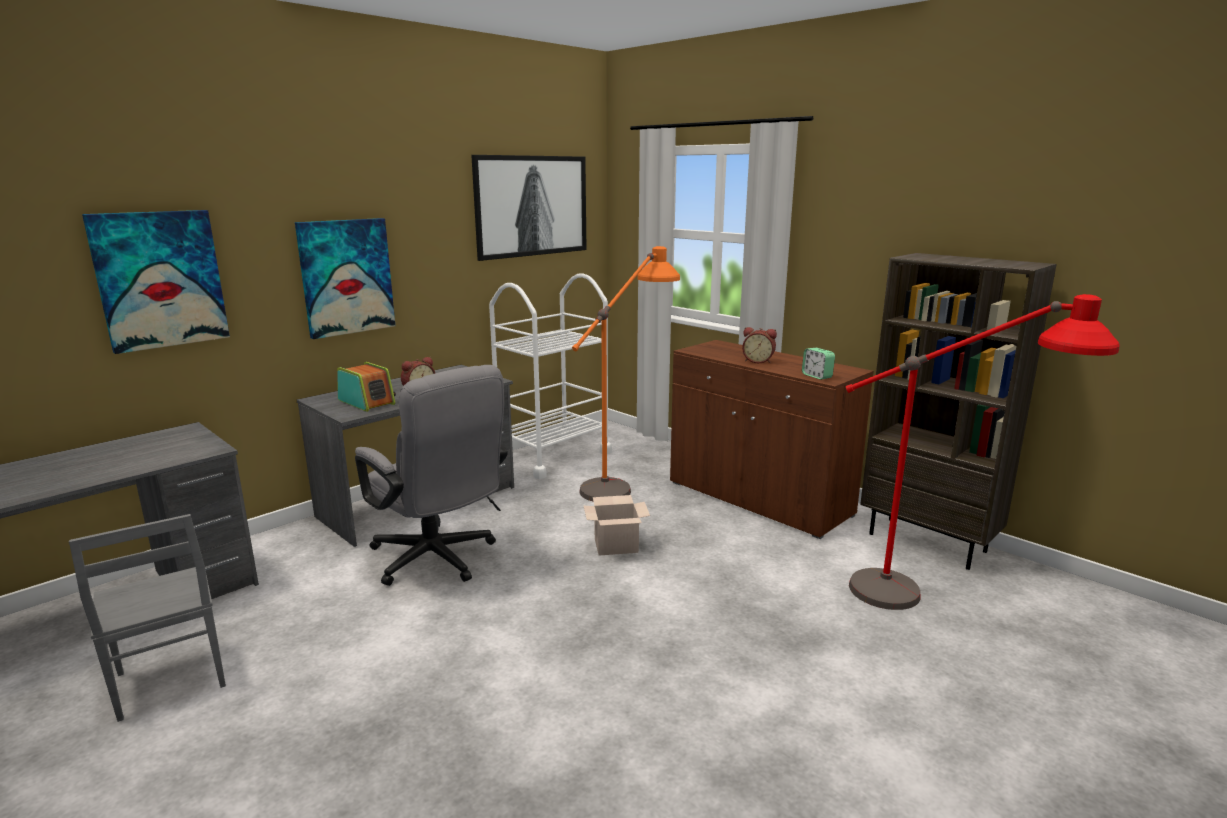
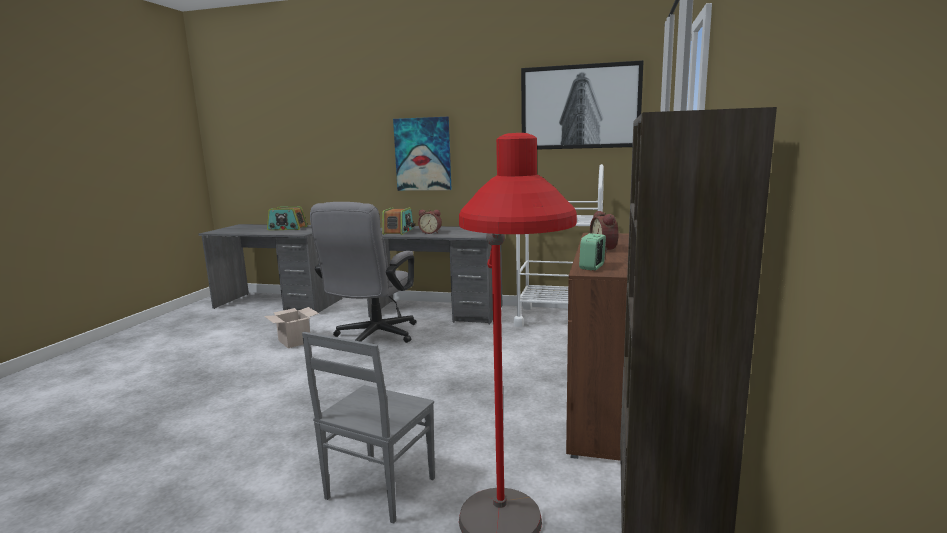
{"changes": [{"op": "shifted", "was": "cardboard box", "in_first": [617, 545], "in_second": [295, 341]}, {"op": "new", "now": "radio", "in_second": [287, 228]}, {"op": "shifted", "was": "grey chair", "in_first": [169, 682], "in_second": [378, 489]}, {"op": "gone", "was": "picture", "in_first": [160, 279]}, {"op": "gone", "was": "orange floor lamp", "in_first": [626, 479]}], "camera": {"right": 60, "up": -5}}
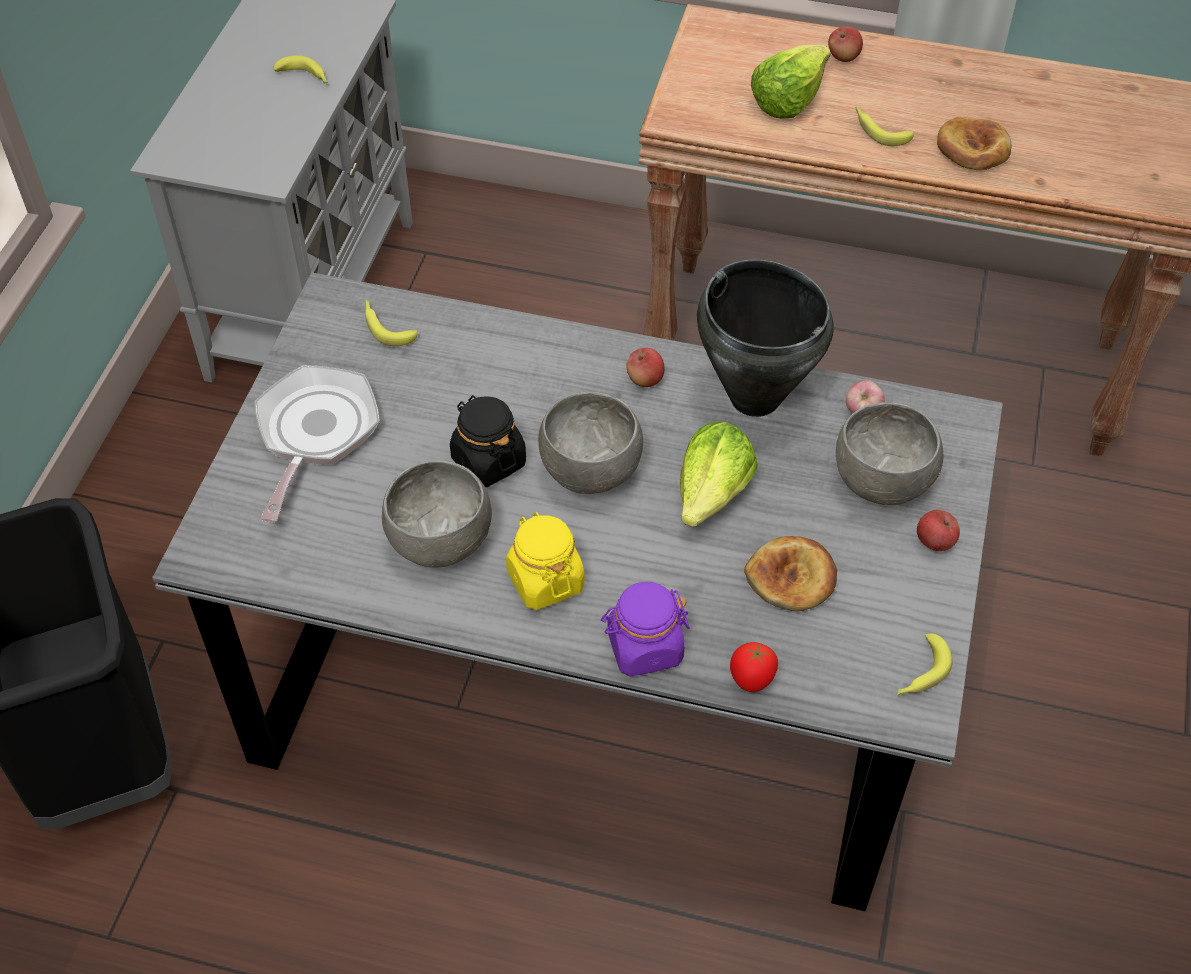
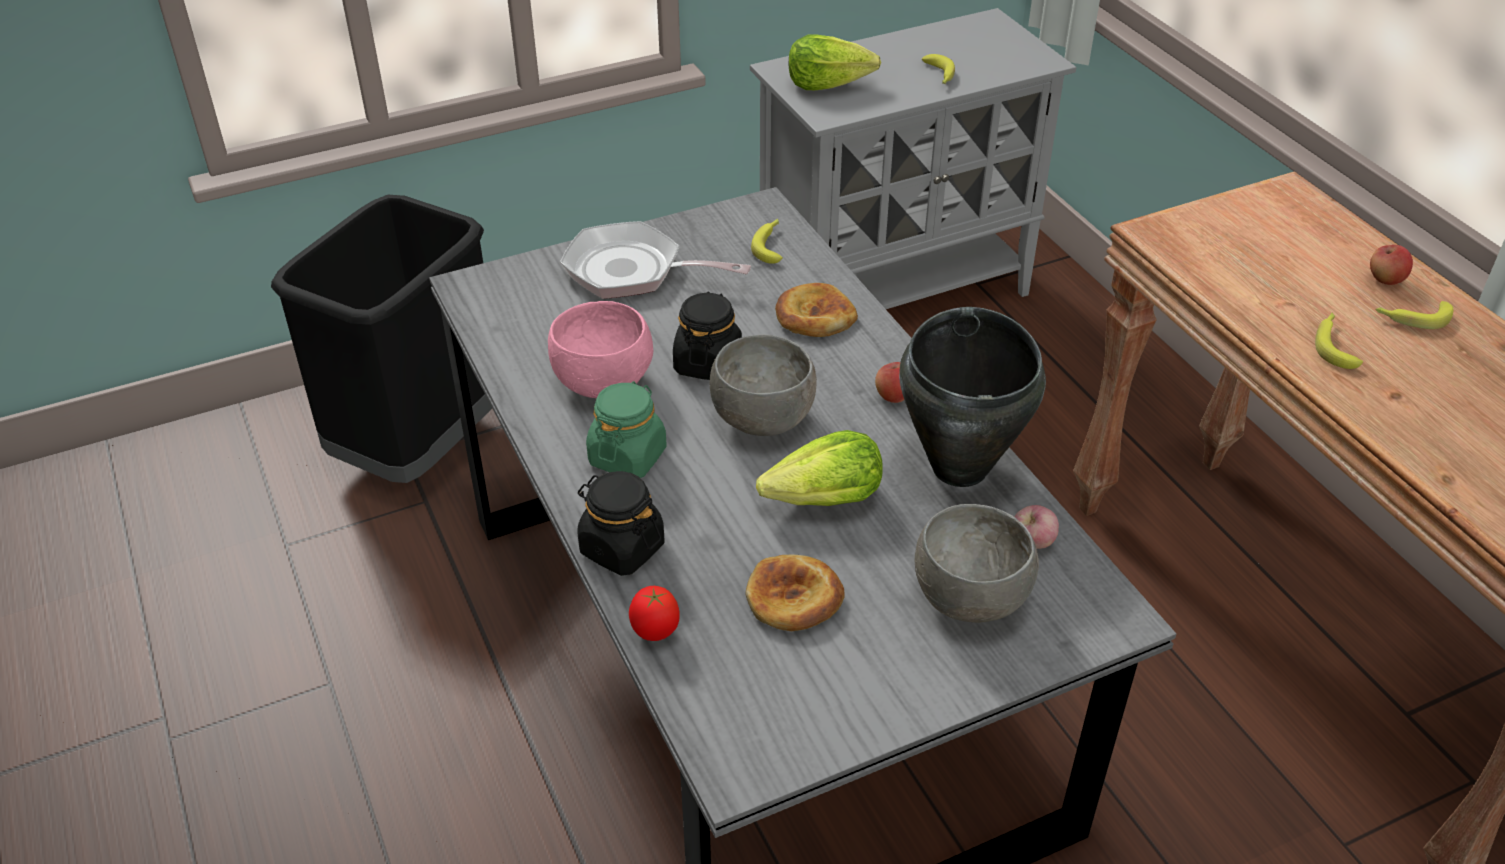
{"changes": [{"op": "repainted", "was": "grey bowl", "now": "pink bowl", "in_first": [440, 541], "in_second": [605, 382]}, {"op": "rotated", "was": "frying pan", "in_first": [315, 434], "in_second": [632, 271], "clockwise": -135}, {"op": "repainted", "was": "purple jar", "now": "black jar", "in_first": [644, 648], "in_second": [621, 548]}, {"op": "repainted", "was": "yellow jar", "now": "green jar", "in_first": [545, 580], "in_second": [627, 456]}, {"op": "shifted", "was": "bread", "in_first": [973, 148], "in_second": [814, 316]}, {"op": "shifted", "was": "lettuce", "in_first": [787, 99], "in_second": [828, 84]}, {"op": "shifted", "was": "banana", "in_first": [920, 673], "in_second": [1412, 318]}, {"op": "gone", "was": "apple", "in_first": [934, 542]}], "camera": {"right": 50, "up": -10}}
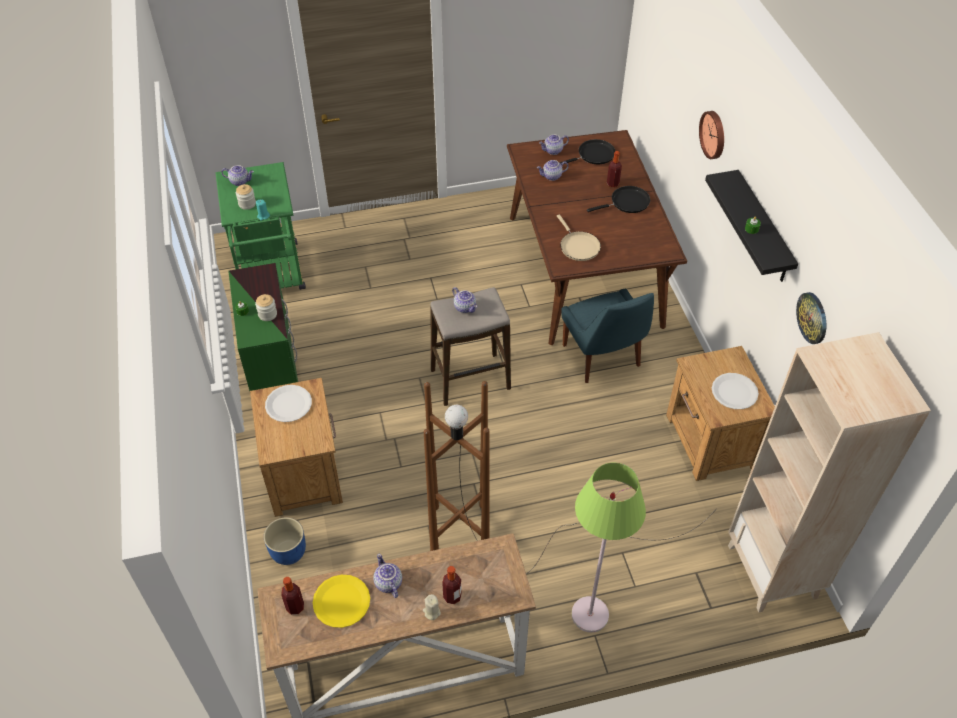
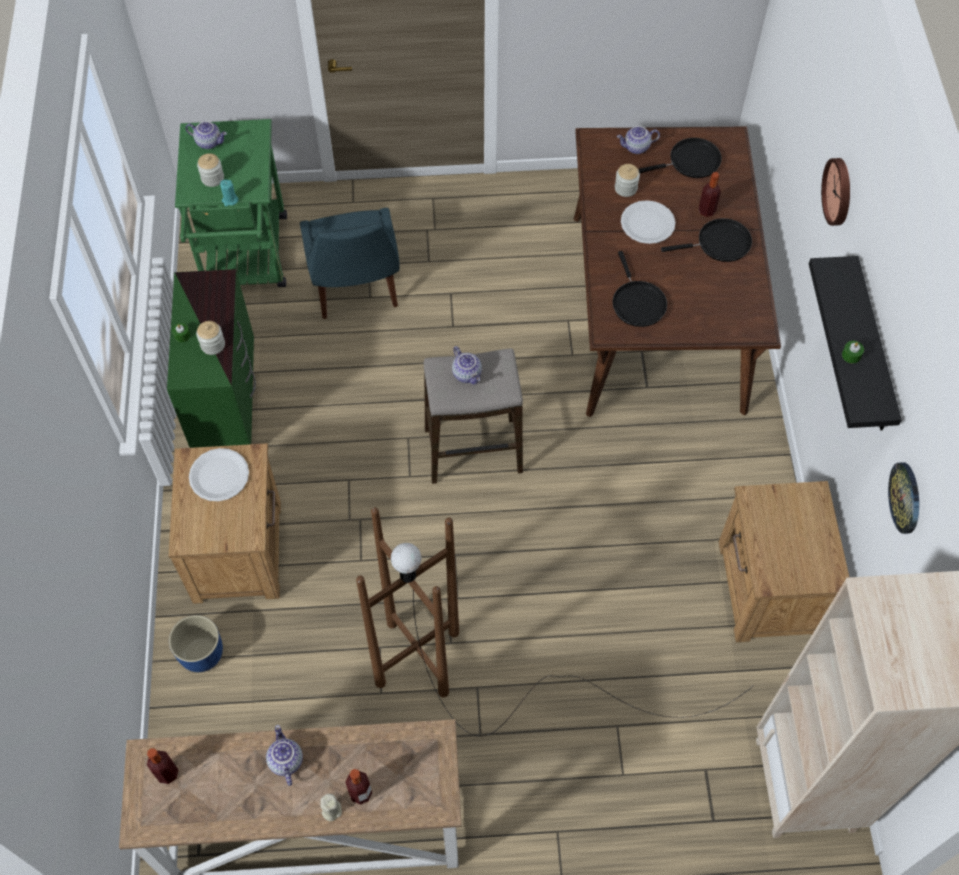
{"changes": [{"op": "shifted", "was": "blue chair", "in_first": [602, 357], "in_second": [355, 289]}, {"op": "repainted", "was": "beige frying pan", "now": "black frying pan", "in_first": [578, 246], "in_second": [637, 302]}, {"op": "swapped", "was": "teapot", "now": "jar", "in_first": [552, 176], "in_second": [625, 188]}, {"op": "shifted", "was": "white plate", "in_first": [734, 392], "in_second": [647, 223]}, {"op": "gone", "was": "yellow plate", "in_first": [341, 602]}, {"op": "gone", "was": "green floor lamp", "in_first": [589, 615]}], "camera": {"right": 10, "up": 10}}
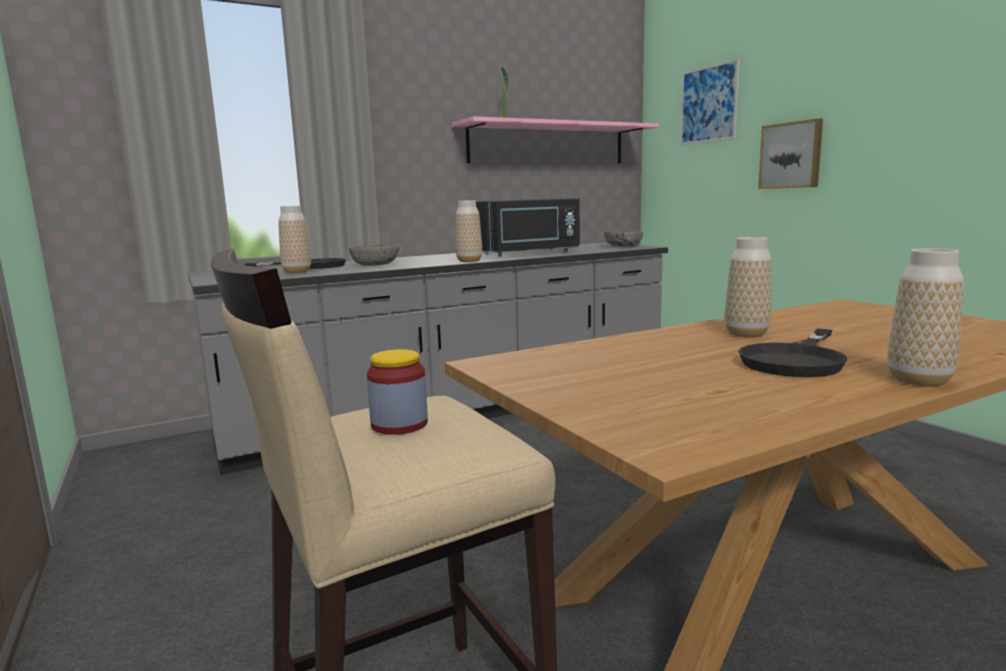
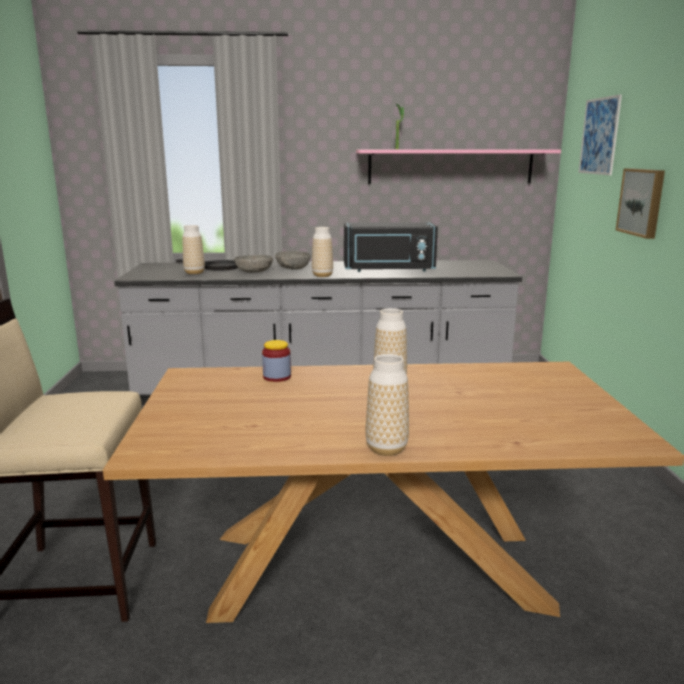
{"changes": [{"op": "shifted", "was": "jar", "in_first": [399, 424], "in_second": [277, 377]}, {"op": "shifted", "was": "grey bowl", "in_first": [623, 246], "in_second": [293, 268]}, {"op": "gone", "was": "black frying pan", "in_first": [796, 360]}], "camera": {"right": 25, "up": 5}}
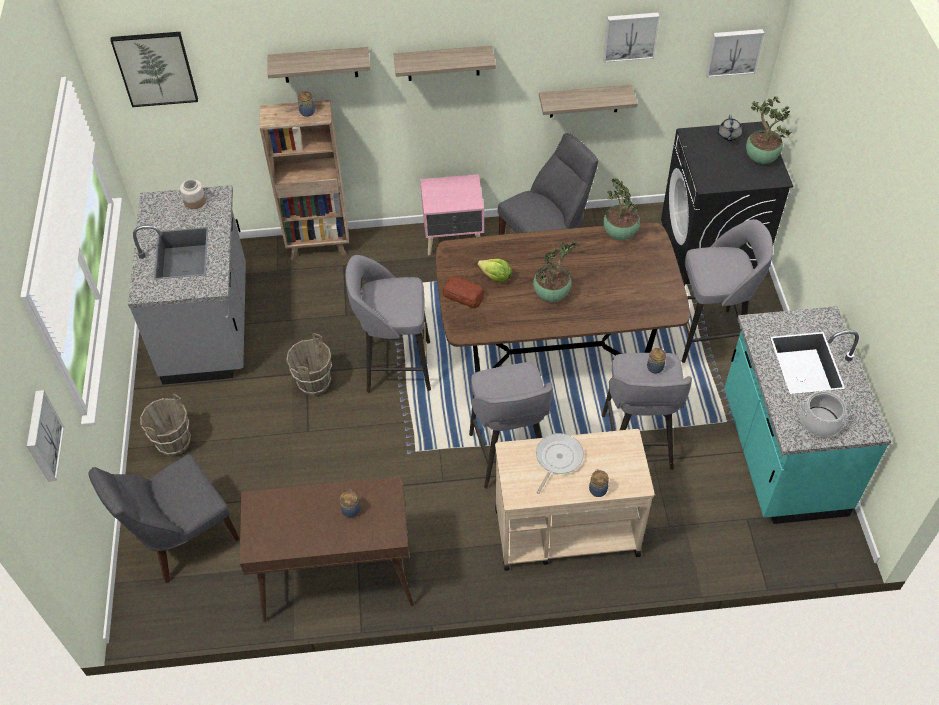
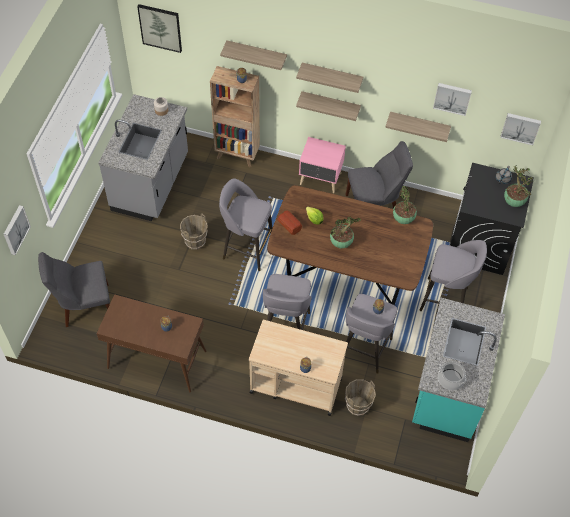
{"changes": [{"op": "new", "now": "shelf", "in_second": [330, 105]}, {"op": "shifted", "was": "brown bucket", "in_first": [174, 443], "in_second": [357, 406]}, {"op": "gone", "was": "frying pan", "in_first": [557, 459]}], "camera": {"right": 20, "up": 5}}
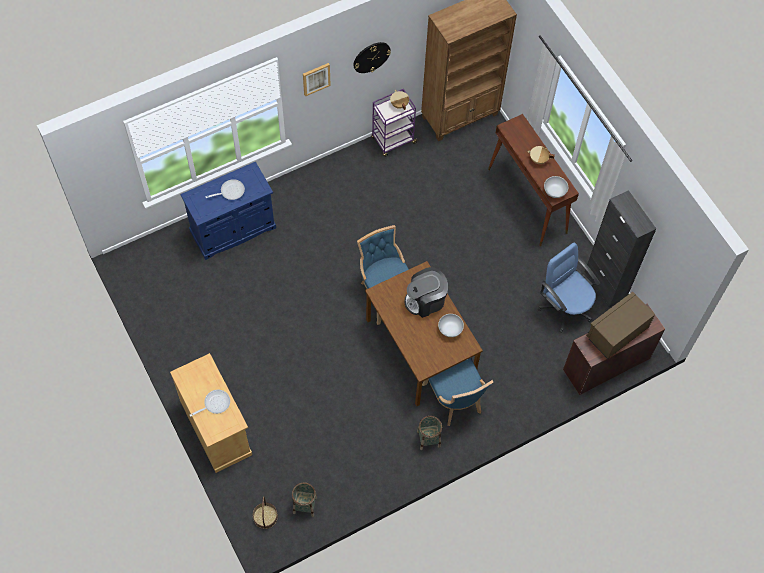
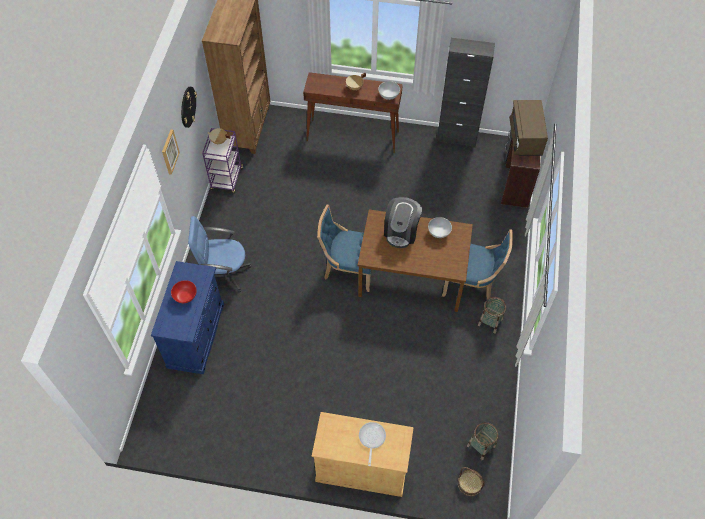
{"changes": [{"op": "swapped", "was": "frying pan", "now": "red bowl", "in_first": [230, 191], "in_second": [185, 296]}, {"op": "shifted", "was": "blue office chair", "in_first": [565, 307], "in_second": [224, 273]}], "camera": {"right": -50, "up": -5}}
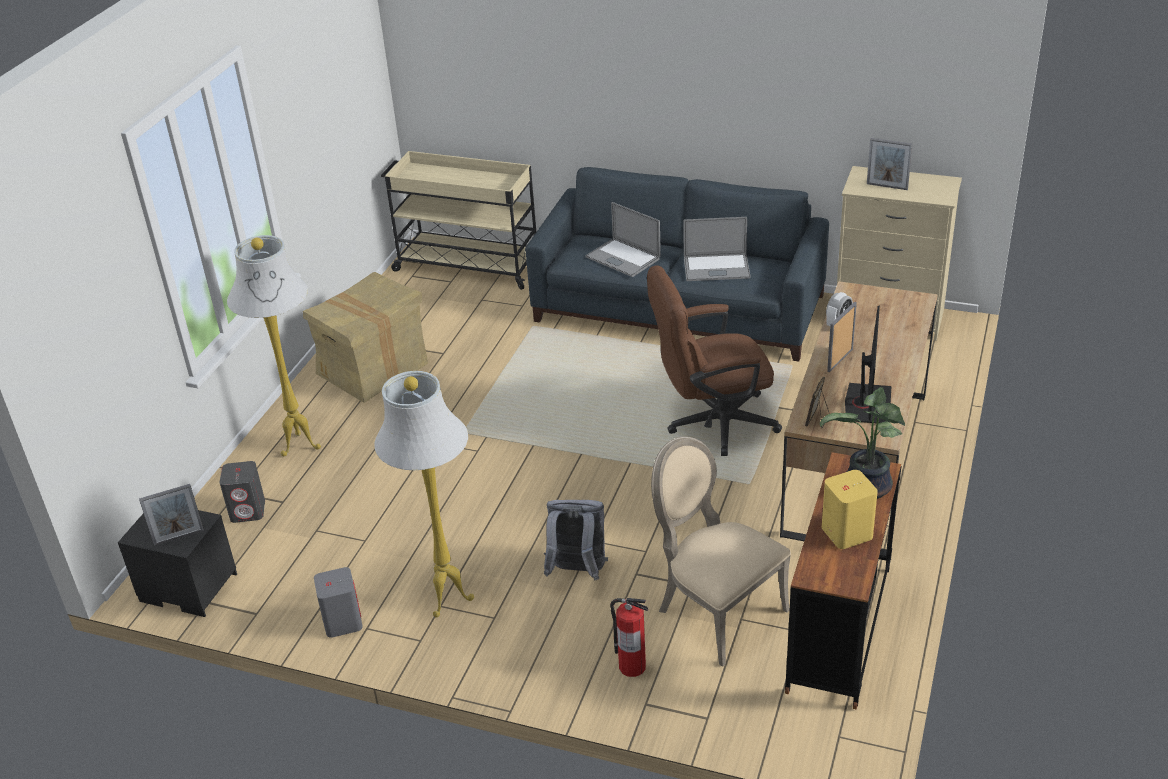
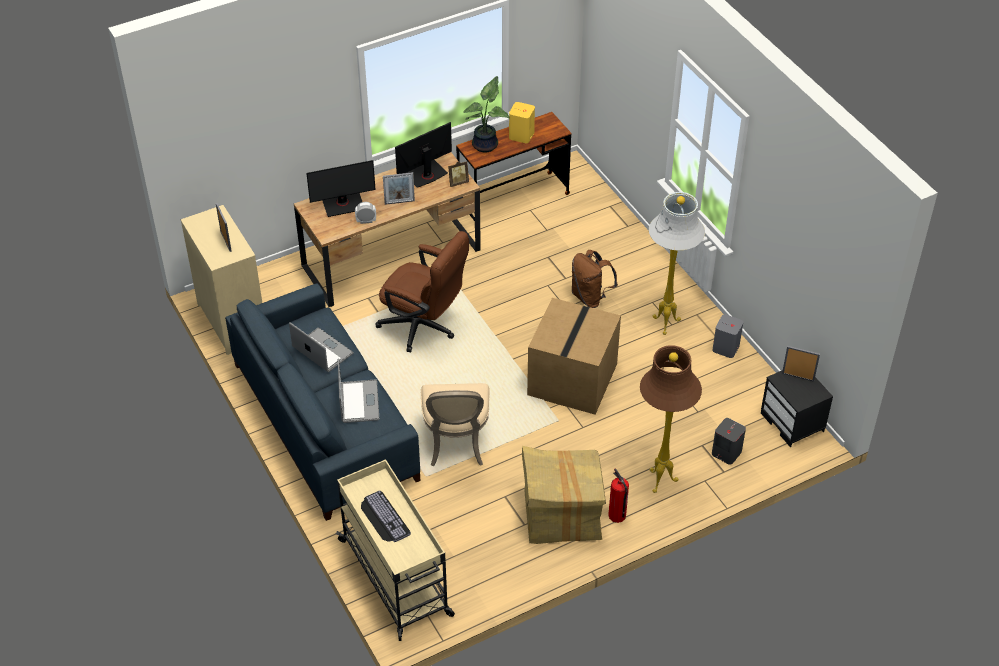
{"changes": [{"op": "new", "now": "monitor", "in_second": [343, 204]}, {"op": "new", "now": "keyboard", "in_second": [383, 518]}, {"op": "shifted", "was": "beige chair", "in_first": [716, 611], "in_second": [456, 444]}, {"op": "new", "now": "cardboard box", "in_second": [573, 381]}, {"op": "repainted", "was": "grey backpack", "now": "brown backpack", "in_first": [577, 571], "in_second": [590, 297]}, {"op": "shifted", "was": "fire extinguisher", "in_first": [631, 666], "in_second": [617, 515]}, {"op": "repainted", "was": "white floor lamp", "now": "brown floor lamp", "in_first": [302, 446], "in_second": [659, 481]}], "camera": {"right": -140, "up": 10}}
